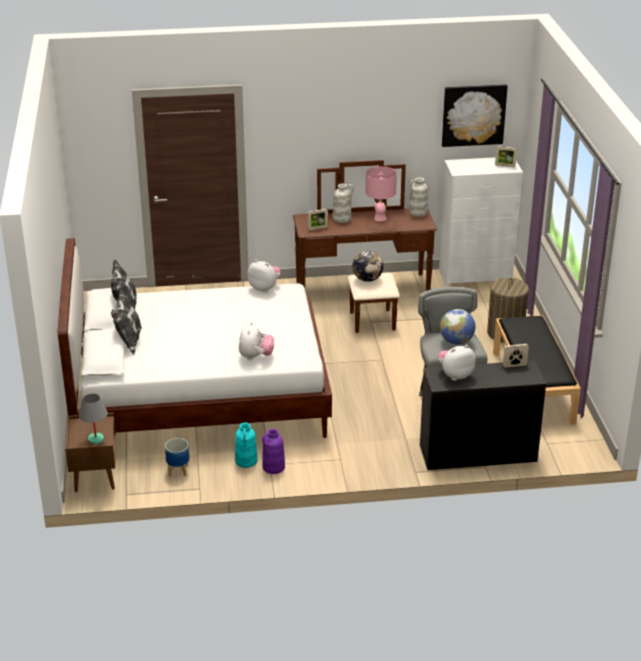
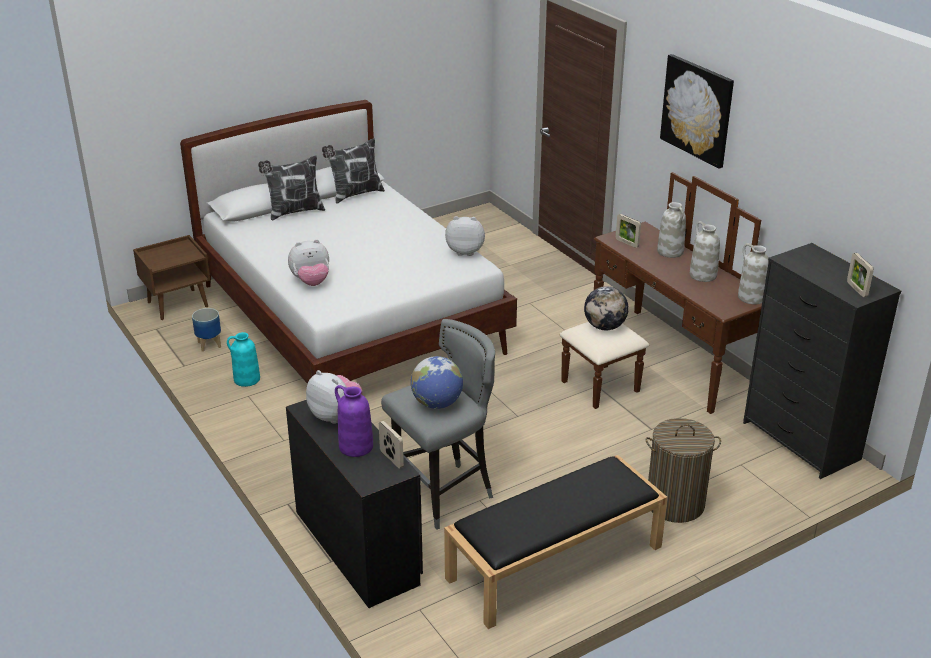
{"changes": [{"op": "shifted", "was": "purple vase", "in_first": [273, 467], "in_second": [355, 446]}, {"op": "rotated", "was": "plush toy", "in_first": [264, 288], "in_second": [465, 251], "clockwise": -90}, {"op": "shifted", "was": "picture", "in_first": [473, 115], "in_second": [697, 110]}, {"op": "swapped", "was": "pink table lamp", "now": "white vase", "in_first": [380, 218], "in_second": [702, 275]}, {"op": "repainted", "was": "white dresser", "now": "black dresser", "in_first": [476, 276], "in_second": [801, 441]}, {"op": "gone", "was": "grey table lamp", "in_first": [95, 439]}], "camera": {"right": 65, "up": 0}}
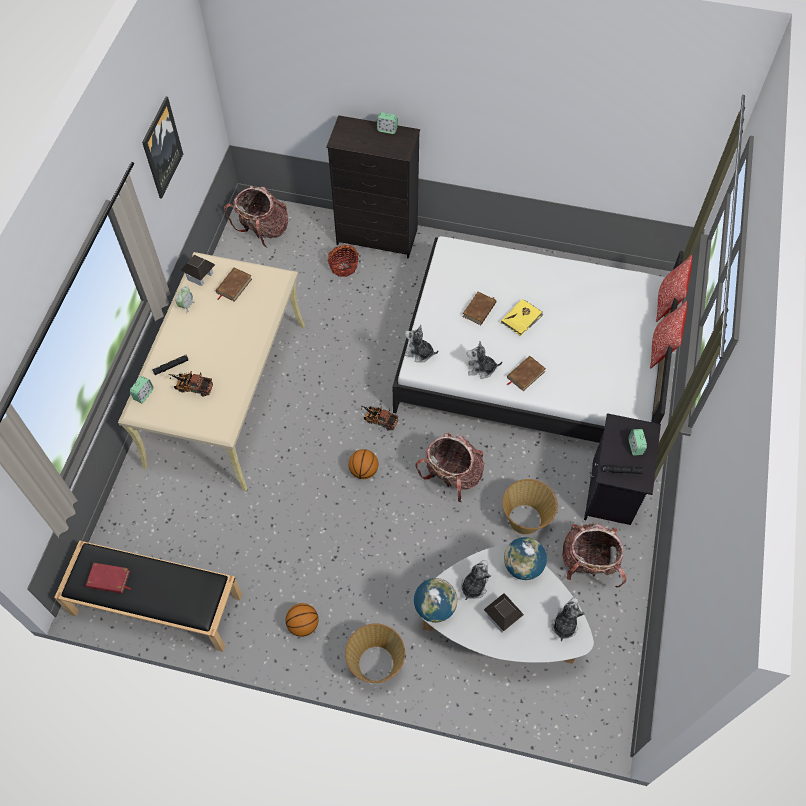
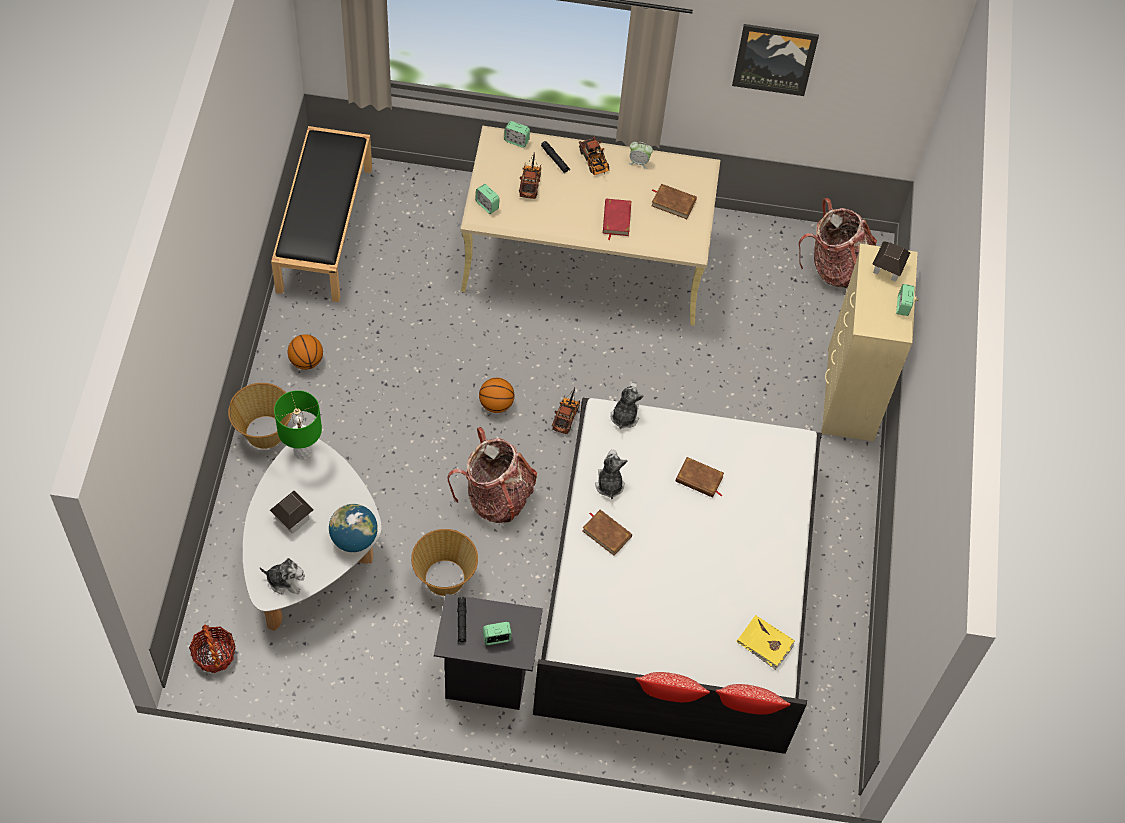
{"changes": [{"op": "shifted", "was": "basket", "in_first": [343, 267], "in_second": [214, 655]}, {"op": "swapped", "was": "globe", "now": "green table lamp", "in_first": [434, 607], "in_second": [303, 452]}, {"op": "new", "now": "alarm clock", "in_second": [487, 205]}, {"op": "new", "now": "toy truck", "in_second": [594, 163]}, {"op": "shifted", "was": "red book", "in_first": [109, 579], "in_second": [616, 219]}, {"op": "shifted", "was": "yellow book", "in_first": [522, 318], "in_second": [765, 643]}, {"op": "repainted", "was": "black dresser", "now": "beige dresser", "in_first": [377, 237], "in_second": [849, 395]}, {"op": "shifted", "was": "toy house", "in_first": [200, 276], "in_second": [887, 269]}, {"op": "gone", "was": "plush toy", "in_first": [474, 585]}, {"op": "gone", "was": "backpack", "in_first": [589, 563]}], "camera": {"right": 80, "up": 0}}
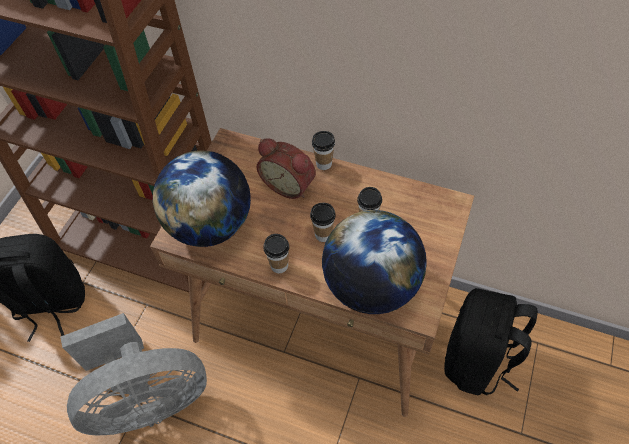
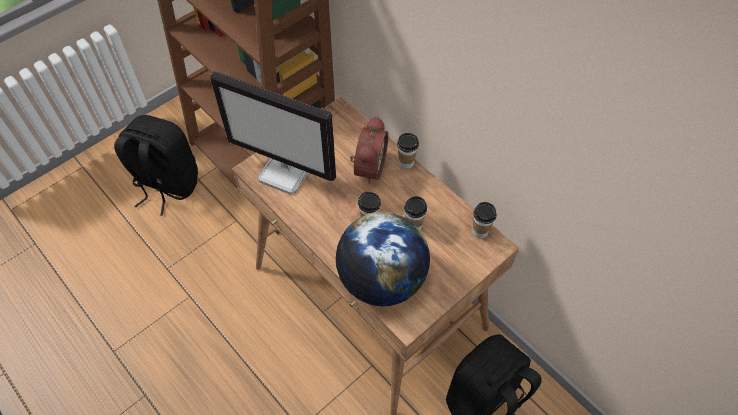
{"changes": [{"op": "swapped", "was": "globe", "now": "monitor", "in_first": [211, 224], "in_second": [286, 172]}, {"op": "rotated", "was": "alarm clock", "in_first": [289, 184], "in_second": [367, 167], "clockwise": -135}, {"op": "shifted", "was": "cup", "in_first": [279, 265], "in_second": [480, 231]}, {"op": "gone", "was": "grey fan", "in_first": [147, 399]}], "camera": {"right": 25, "up": 0}}
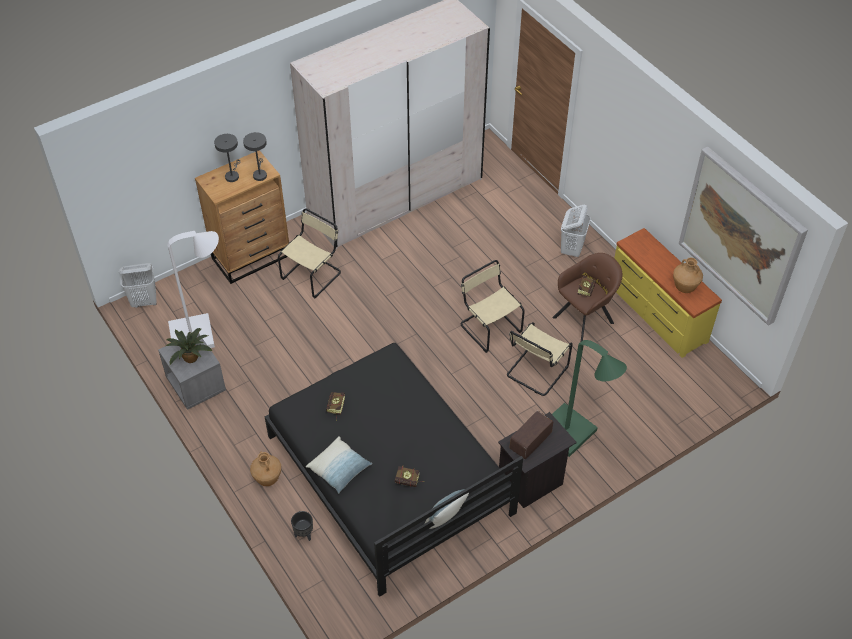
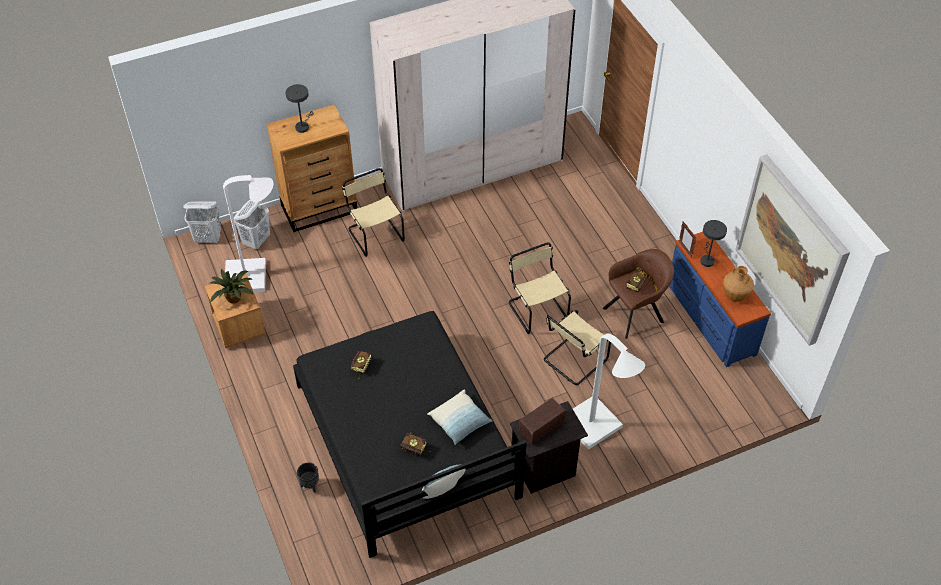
{"changes": [{"op": "repainted", "was": "grey nightstand", "now": "brown nightstand", "in_first": [196, 385], "in_second": [239, 326]}, {"op": "shifted", "was": "white laundry basket", "in_first": [572, 249], "in_second": [256, 241]}, {"op": "rotated", "was": "beige chair", "in_first": [313, 275], "in_second": [375, 234], "clockwise": -75}, {"op": "shifted", "was": "pillow", "in_first": [339, 469], "in_second": [460, 422]}, {"op": "repainted", "was": "green floor lamp", "now": "white floor lamp", "in_first": [573, 436], "in_second": [597, 429]}, {"op": "repainted", "was": "yellow dresser", "now": "blue dresser", "in_first": [656, 314], "in_second": [710, 319]}, {"op": "new", "now": "picture frame", "in_second": [685, 249]}, {"op": "shifted", "was": "grey table lamp", "in_first": [259, 174], "in_second": [707, 259]}, {"op": "gone", "was": "brown vase", "in_first": [267, 479]}], "camera": {"right": 10, "up": 0}}
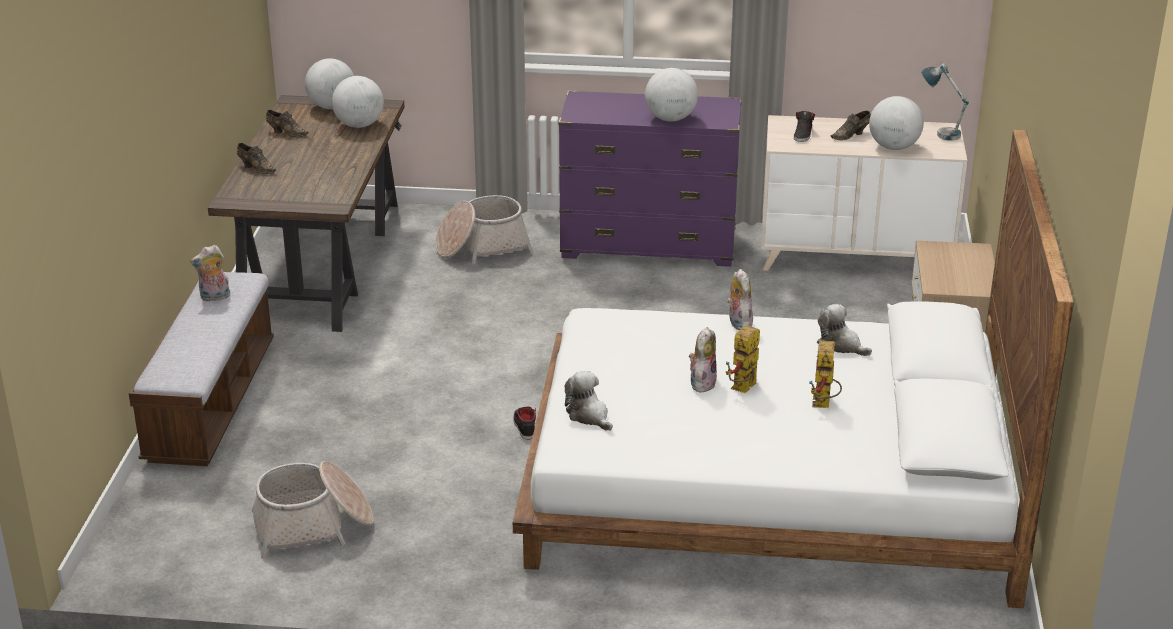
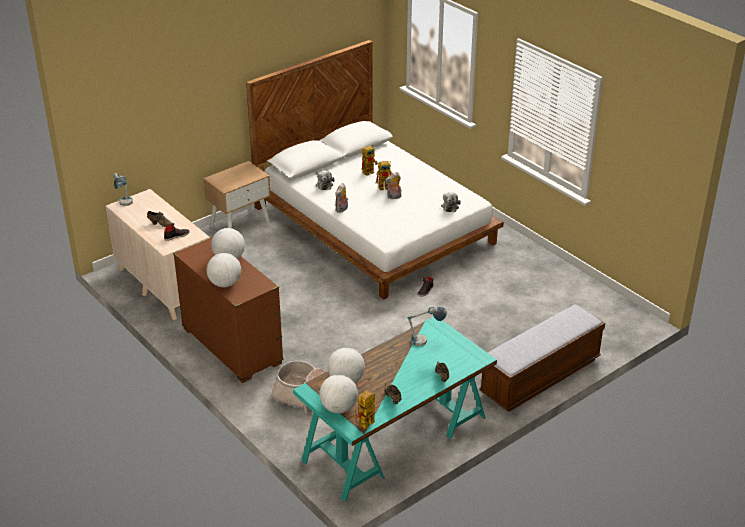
{"changes": [{"op": "repainted", "was": "purple dresser", "now": "brown dresser", "in_first": [649, 246], "in_second": [231, 346]}, {"op": "shifted", "was": "globe", "in_first": [893, 147], "in_second": [225, 284]}, {"op": "repainted", "was": "brown desk", "now": "turquoise desk", "in_first": [320, 262], "in_second": [395, 439]}, {"op": "new", "now": "toy robot", "in_second": [365, 426]}, {"op": "new", "now": "table lamp", "in_second": [426, 341]}, {"op": "gone", "was": "plush toy", "in_first": [214, 297]}, {"op": "gone", "was": "basket", "in_first": [313, 526]}], "camera": {"right": -135, "up": 5}}
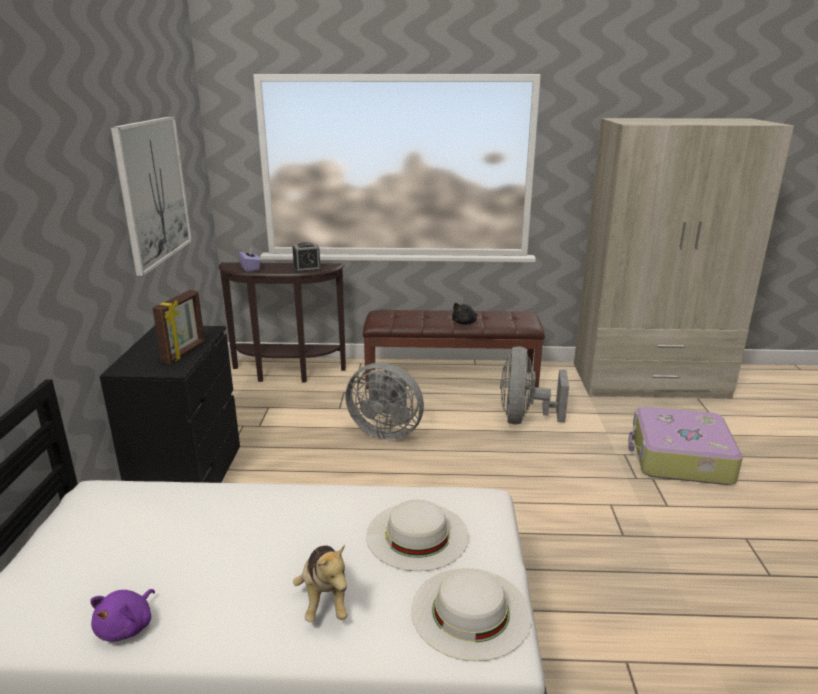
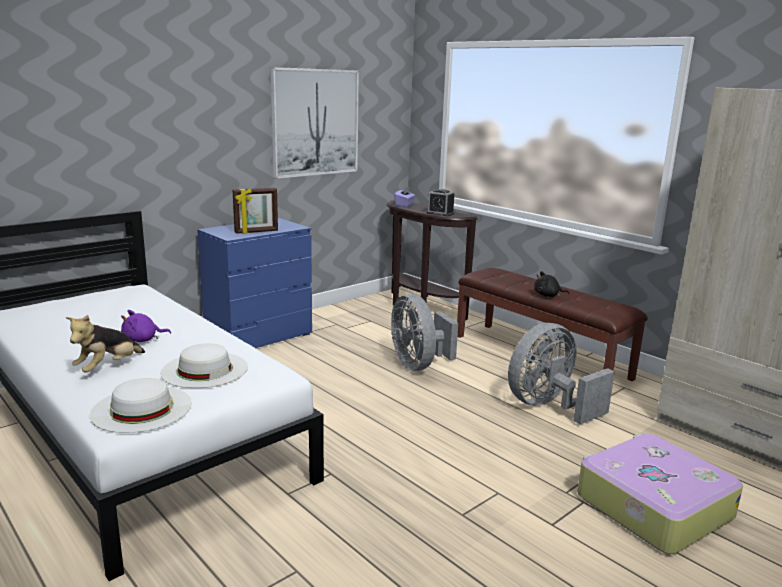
{"changes": [{"op": "shifted", "was": "purple plush toy", "in_first": [127, 627], "in_second": [143, 340]}, {"op": "repainted", "was": "black dresser", "now": "blue dresser", "in_first": [189, 479], "in_second": [259, 337]}], "camera": {"right": 45, "up": -5}}
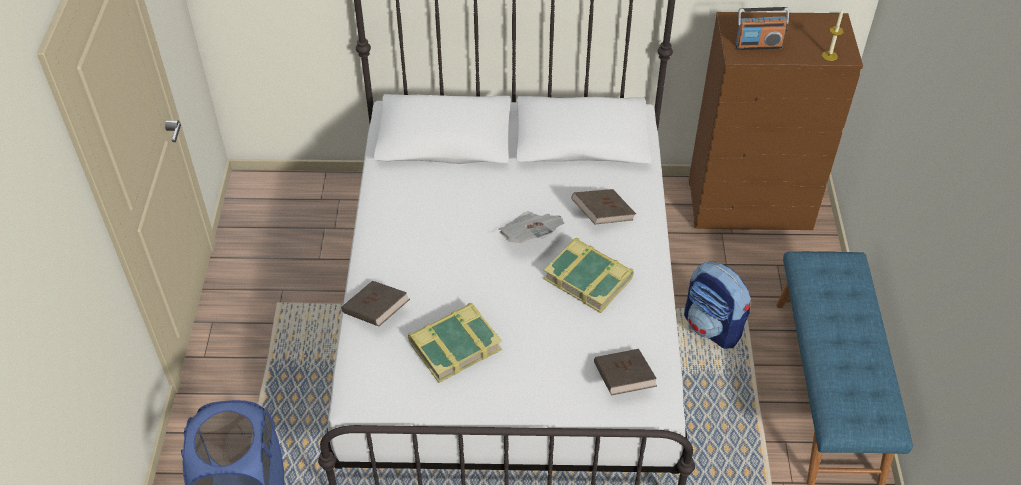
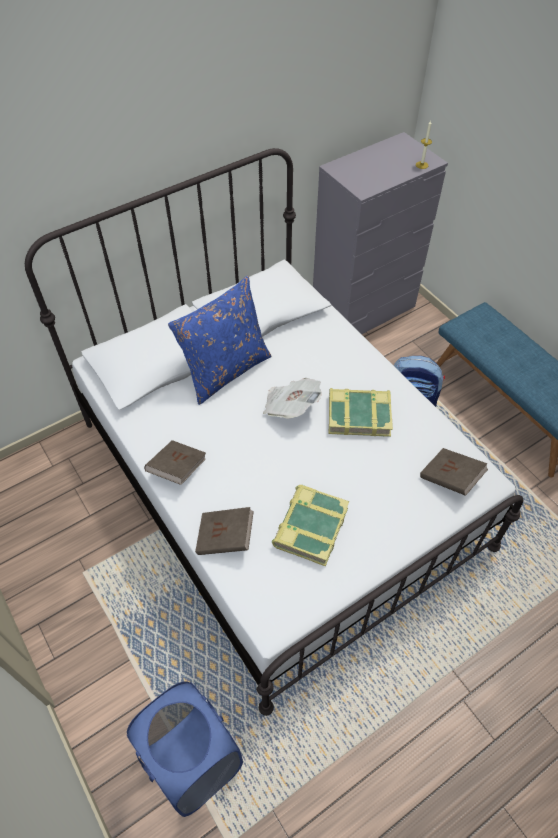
{"changes": [{"op": "shifted", "was": "brown book", "in_first": [602, 215], "in_second": [177, 469]}, {"op": "new", "now": "blue pillow", "in_second": [226, 370]}, {"op": "repainted", "was": "brown dresser", "now": "grey dresser", "in_first": [750, 205], "in_second": [363, 309]}, {"op": "gone", "was": "radio", "in_first": [758, 45]}], "camera": {"right": -35, "up": 5}}
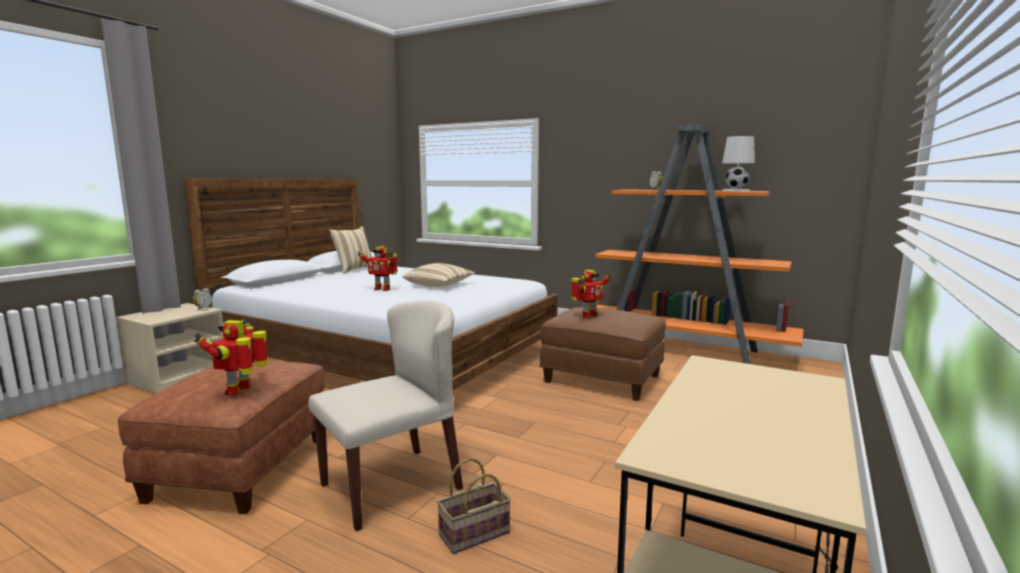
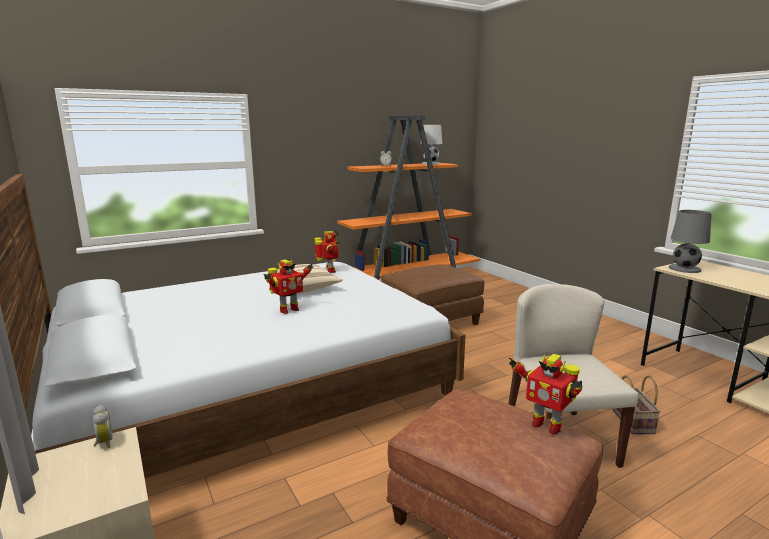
{"changes": [{"op": "shifted", "was": "toy robot", "in_first": [588, 316], "in_second": [329, 271]}, {"op": "new", "now": "grey table lamp", "in_second": [684, 268]}, {"op": "gone", "was": "beige pillow", "in_first": [353, 270]}], "camera": {"right": -60, "up": 5}}
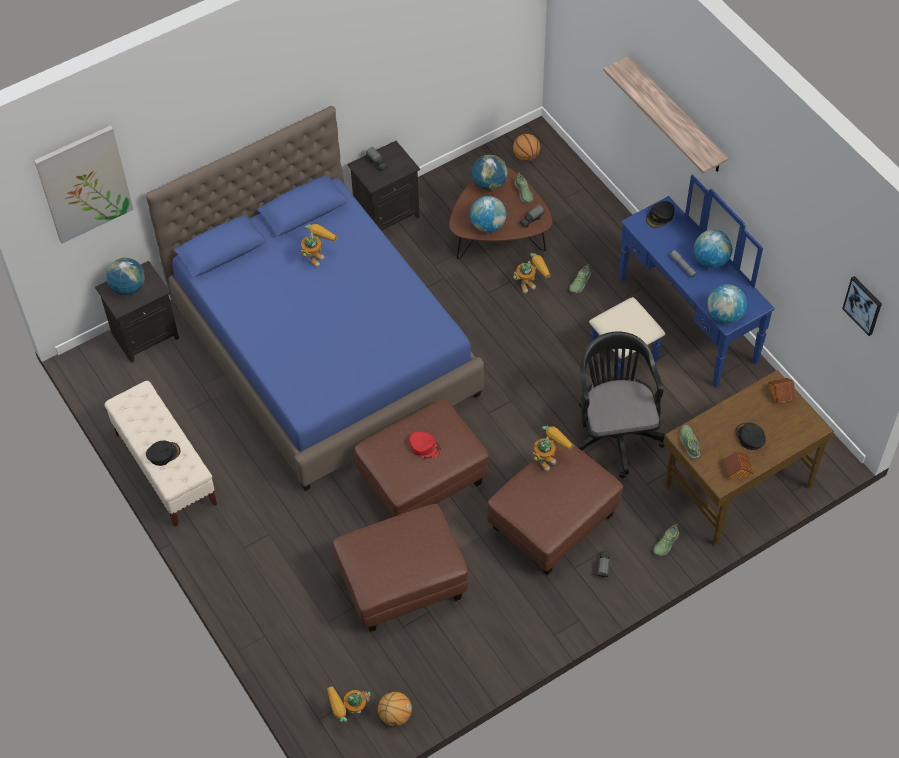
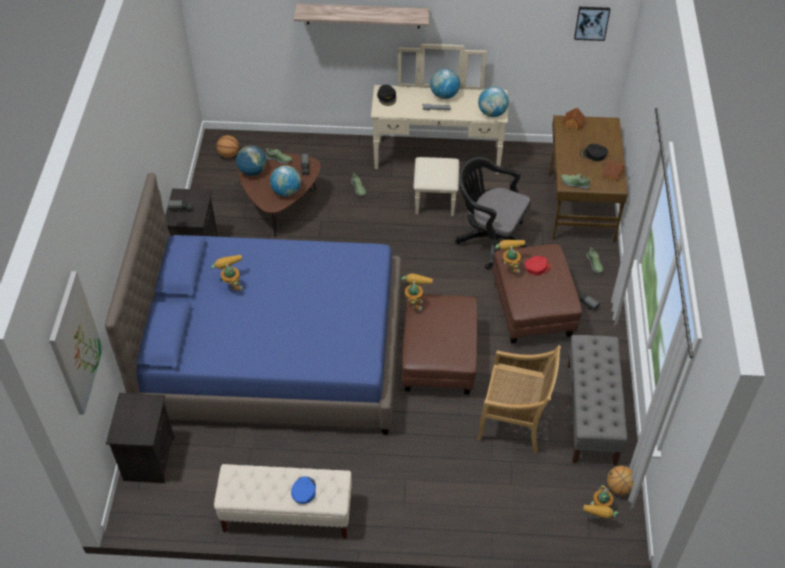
{"changes": [{"op": "repainted", "was": "black cap", "now": "blue cap", "in_first": [163, 454], "in_second": [303, 491]}, {"op": "repainted", "was": "blue dresser", "now": "beige dresser", "in_first": [673, 329], "in_second": [437, 167]}, {"op": "shifted", "was": "toy robot", "in_first": [531, 283], "in_second": [415, 301]}, {"op": "swapped", "was": "brown ottoman", "now": "beige chair", "in_first": [401, 584], "in_second": [514, 421]}, {"op": "shifted", "was": "red cap", "in_first": [425, 447], "in_second": [537, 267]}, {"op": "new", "now": "grey bench", "in_second": [591, 414]}, {"op": "gone", "was": "globe", "in_first": [128, 288]}], "camera": {"right": -55, "up": -5}}
